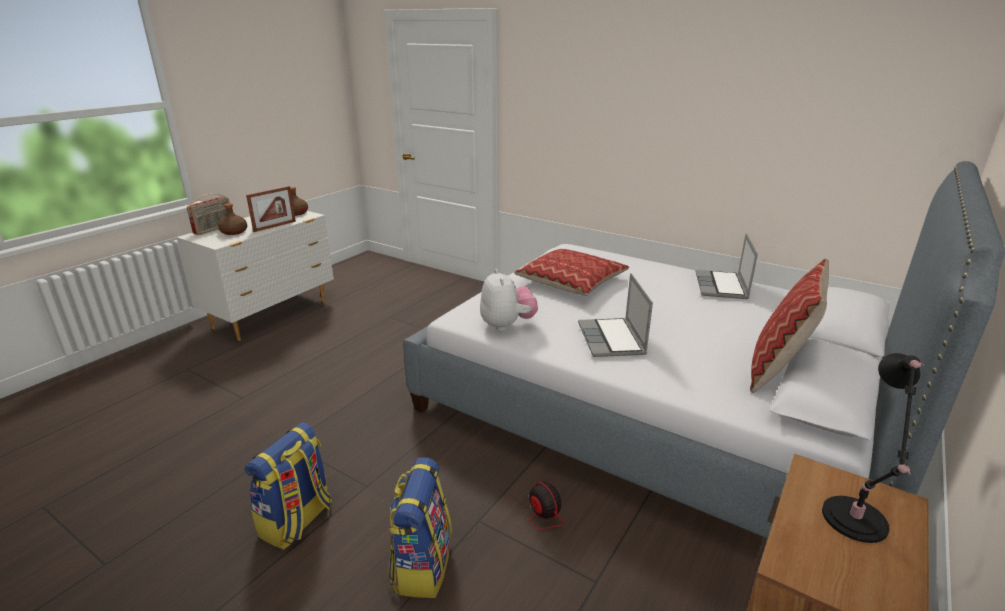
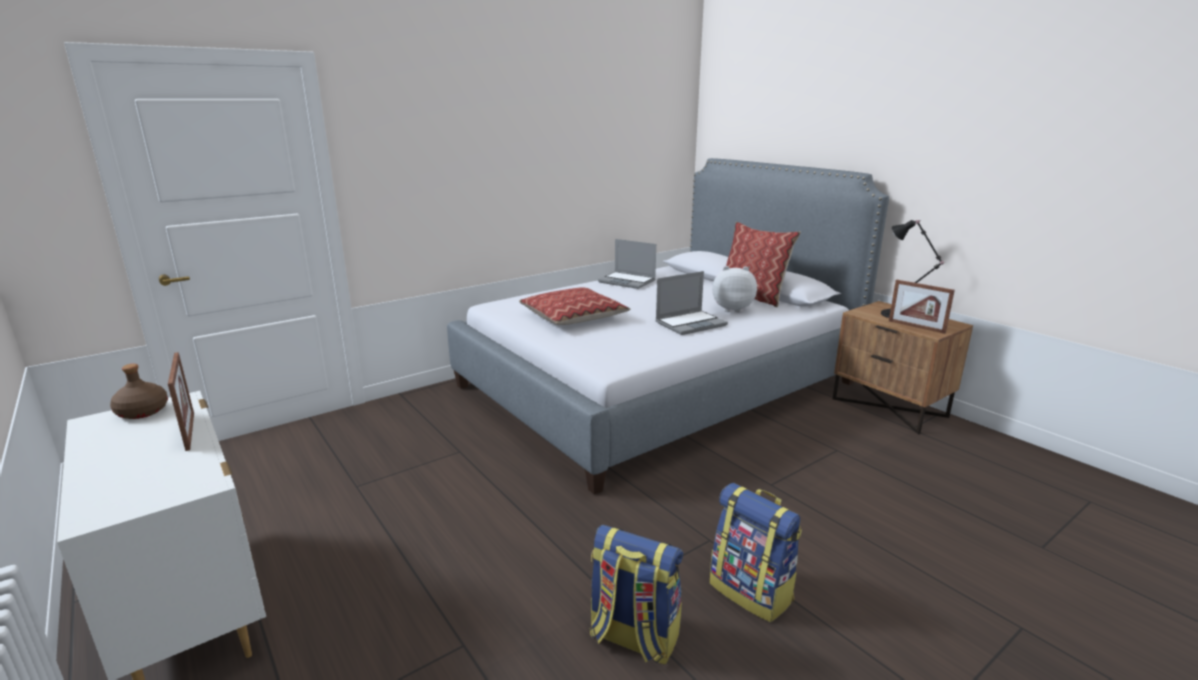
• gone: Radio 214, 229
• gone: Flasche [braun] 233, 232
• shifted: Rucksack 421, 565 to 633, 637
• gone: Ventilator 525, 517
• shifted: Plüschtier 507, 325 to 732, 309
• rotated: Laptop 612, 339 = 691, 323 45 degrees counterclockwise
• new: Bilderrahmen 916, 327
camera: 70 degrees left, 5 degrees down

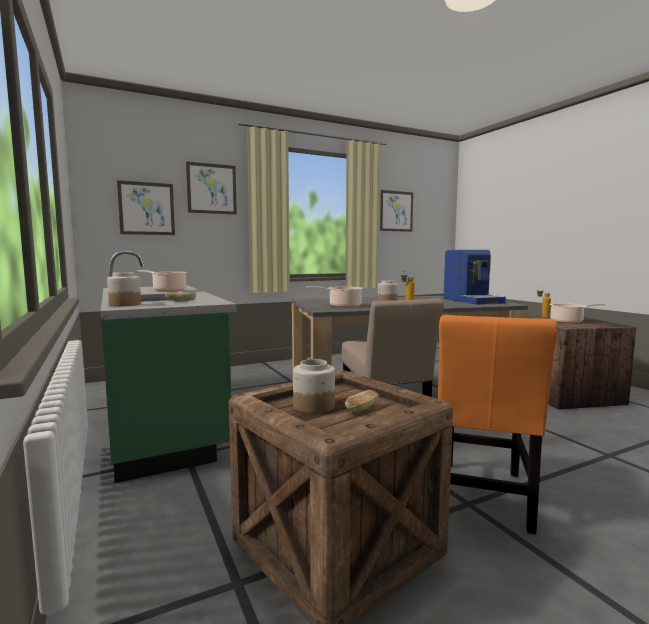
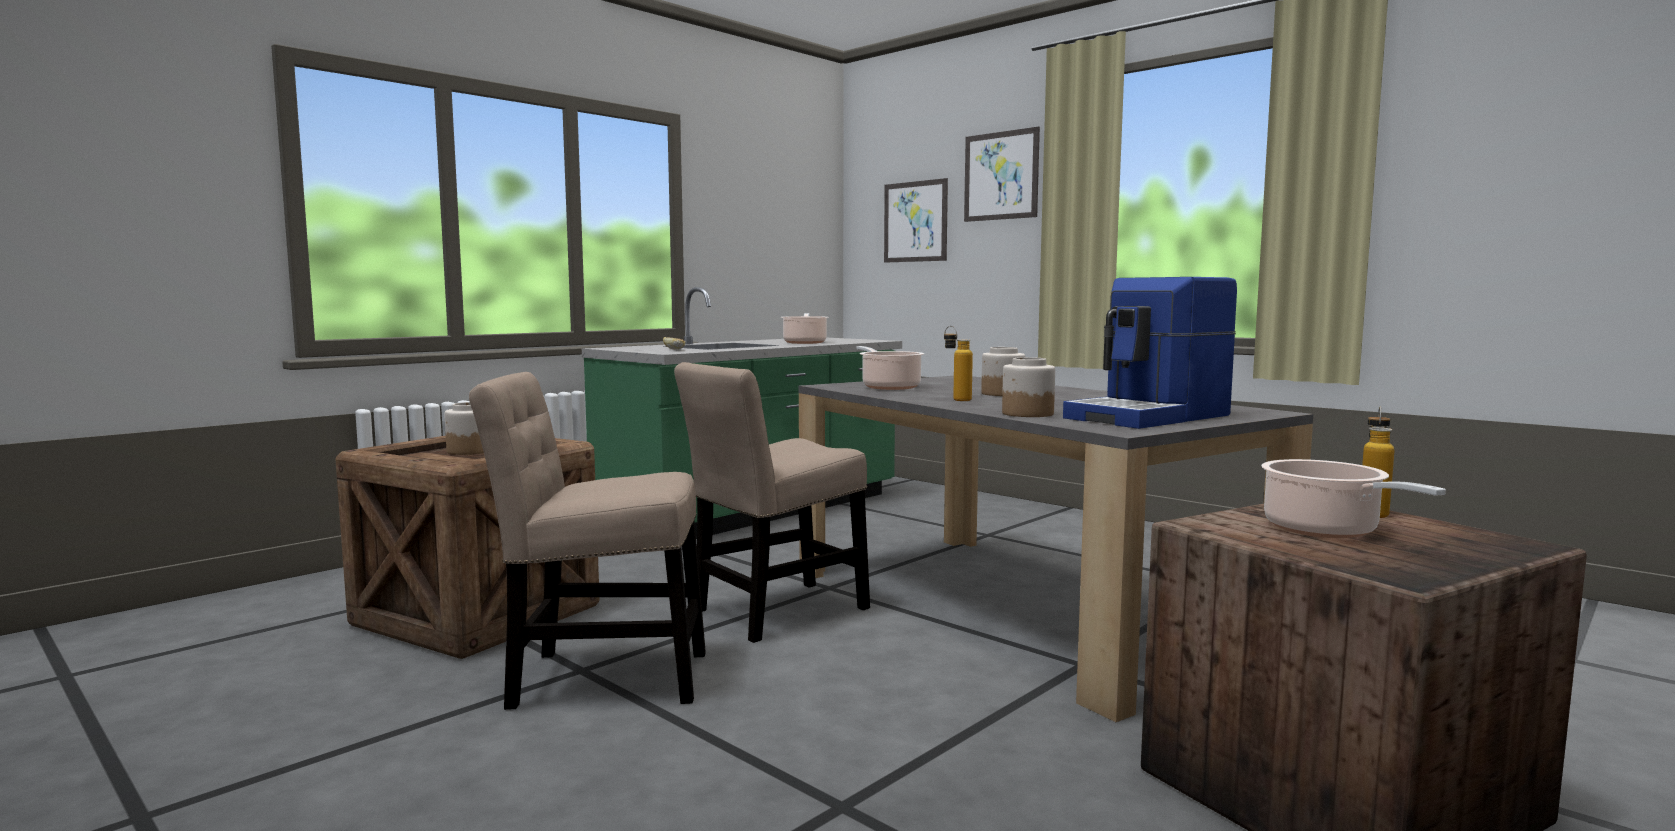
• shifted: Vorratsglas 124, 304 to 1027, 414
• gone: Brot 362, 409
• gone: Bild 396, 211
• repainted: Stuhl [orange] 482, 498 to Stuhl [beige] 599, 678
camera: 70 degrees right, 0 degrees up

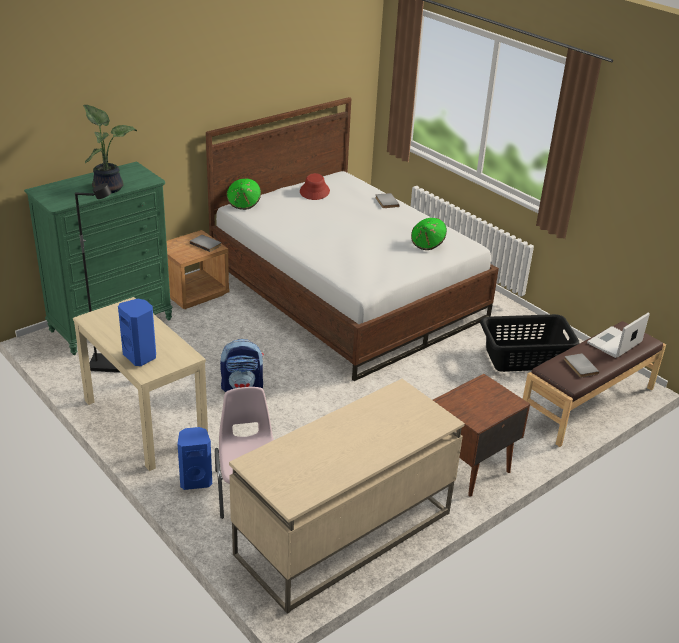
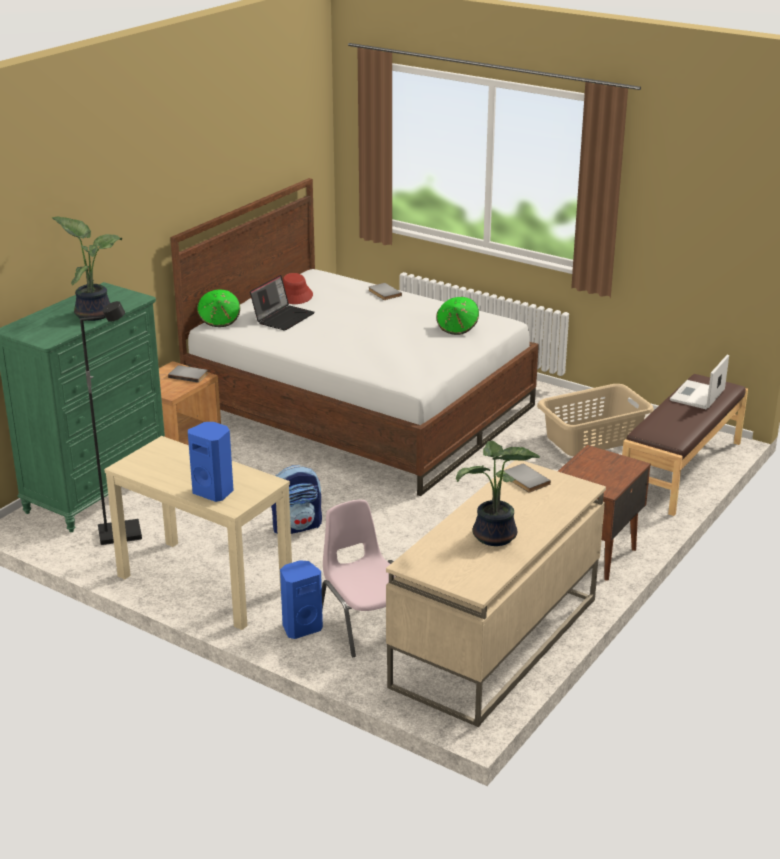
• repainted: Wäschekorb [schwarz] 525, 358 to Wäschekorb [beige] 593, 439
• shifted: Buch [grau] 579, 367 to 524, 480
• new: Laptop 283, 317
• new: Topfpflanze 494, 538
camera: 15 degrees left, 5 degrees down

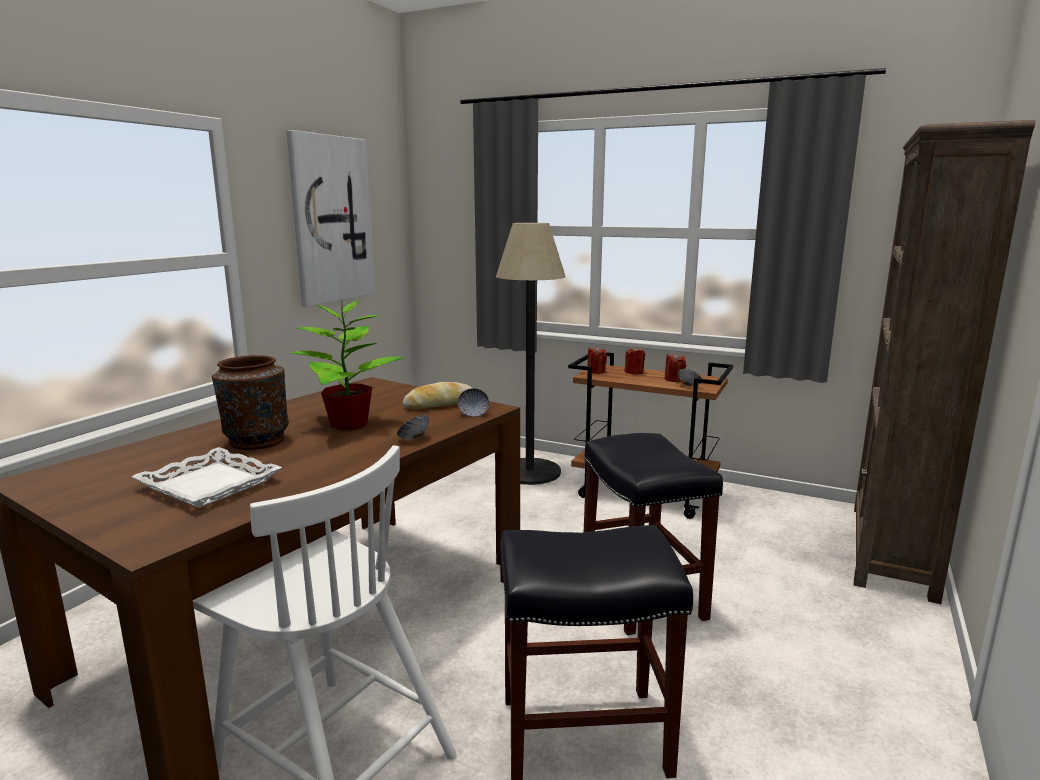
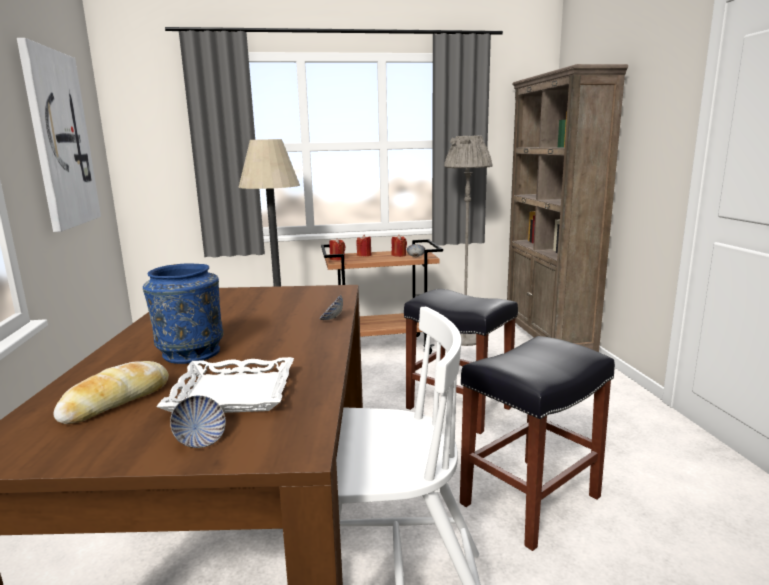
• repainted: Vase [braun] 256, 440 to Vase [blau] 190, 353
• gone: Topfpflanze 348, 424
• shifted: Brot 440, 404 to 116, 401
• shifted: Schüssel 473, 414 to 200, 440
• new: Stehlampe [grau] 464, 339
camera: 35 degrees left, 0 degrees up

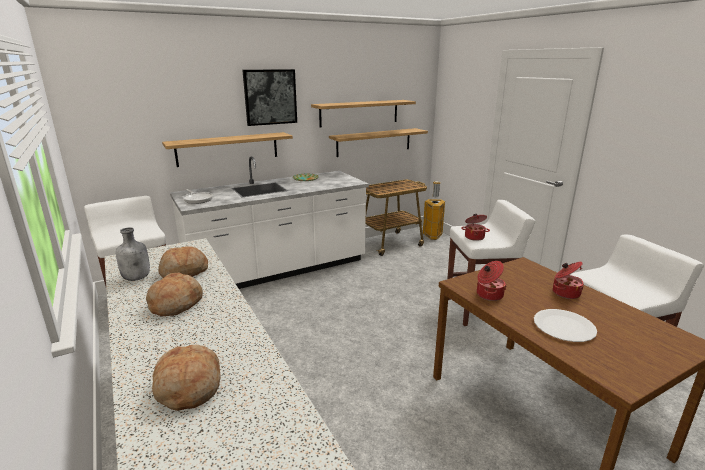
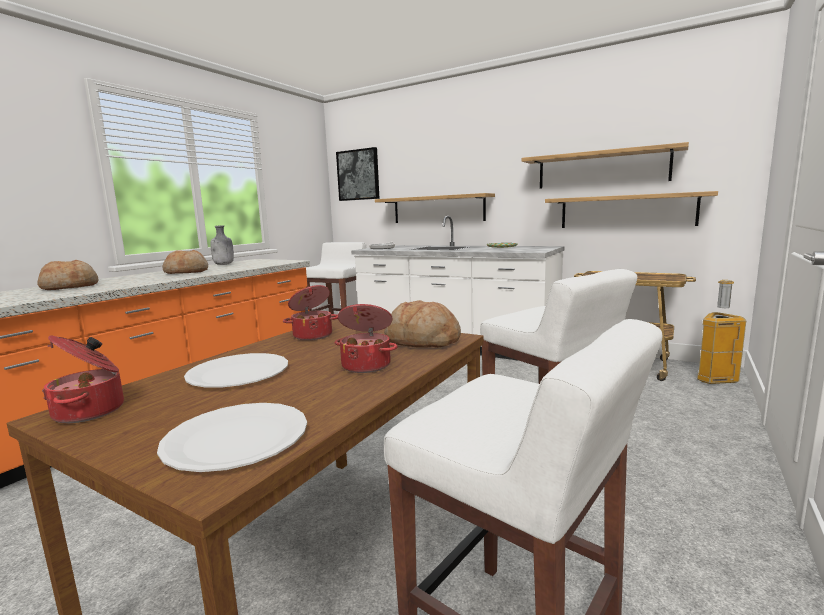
• shifted: Brot 184, 272 to 422, 341
• shifted: Bild 270, 97 to 358, 175
• shifted: Kochtopf 474, 237 to 91, 411
• new: Teller [weiß] 237, 439
camera: 60 degrees right, 10 degrees down

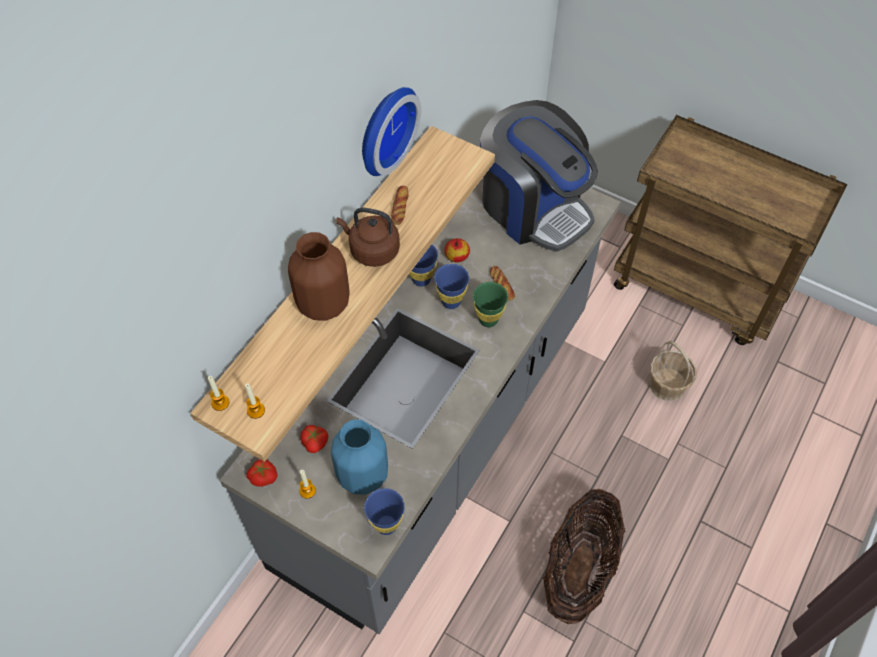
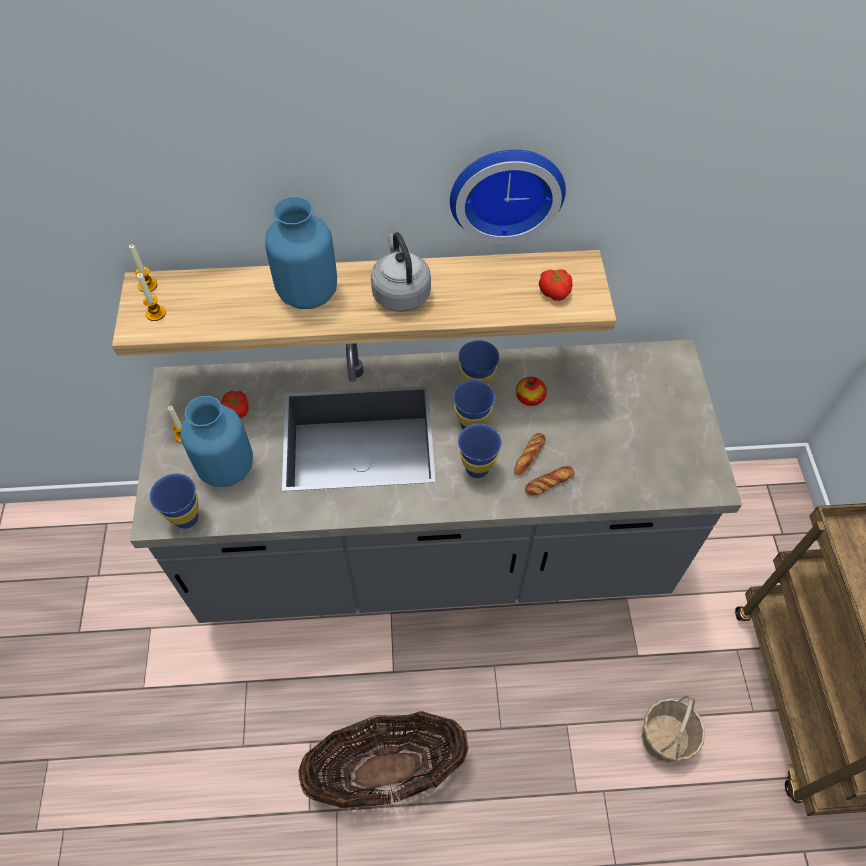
• shifted: Tomate 263, 476 to 555, 291
• repainted: Vase [braun] 324, 303 to Vase [blau] 309, 293
• repainted: Wasserkessel [braun] 372, 250 to Wasserkessel [grau] 400, 292
• shifted: Brot 400, 207 to 549, 482
• repainted: Tasse [grün] 488, 319 to Tasse [blau] 477, 468
• gone: Kaffeemaschine 533, 207
camera: 55 degrees right, 0 degrees up

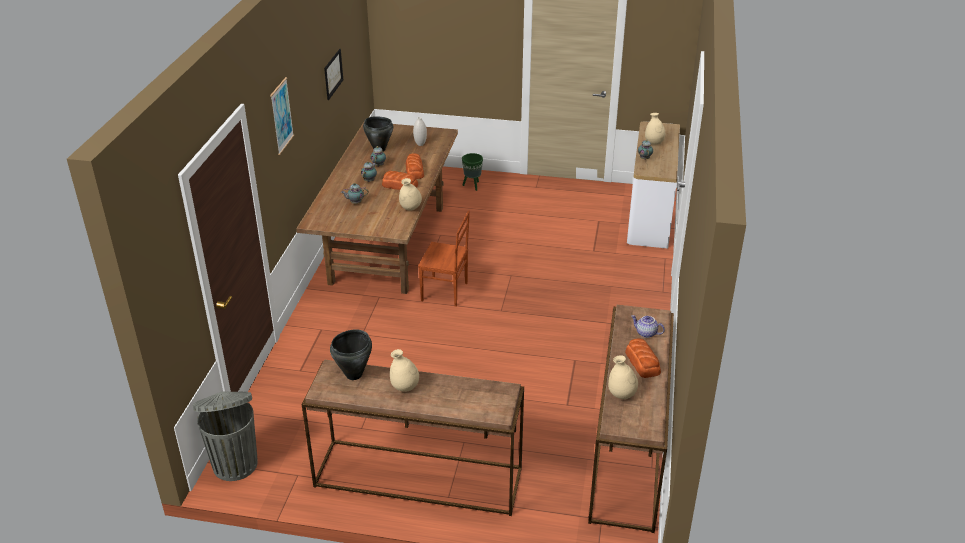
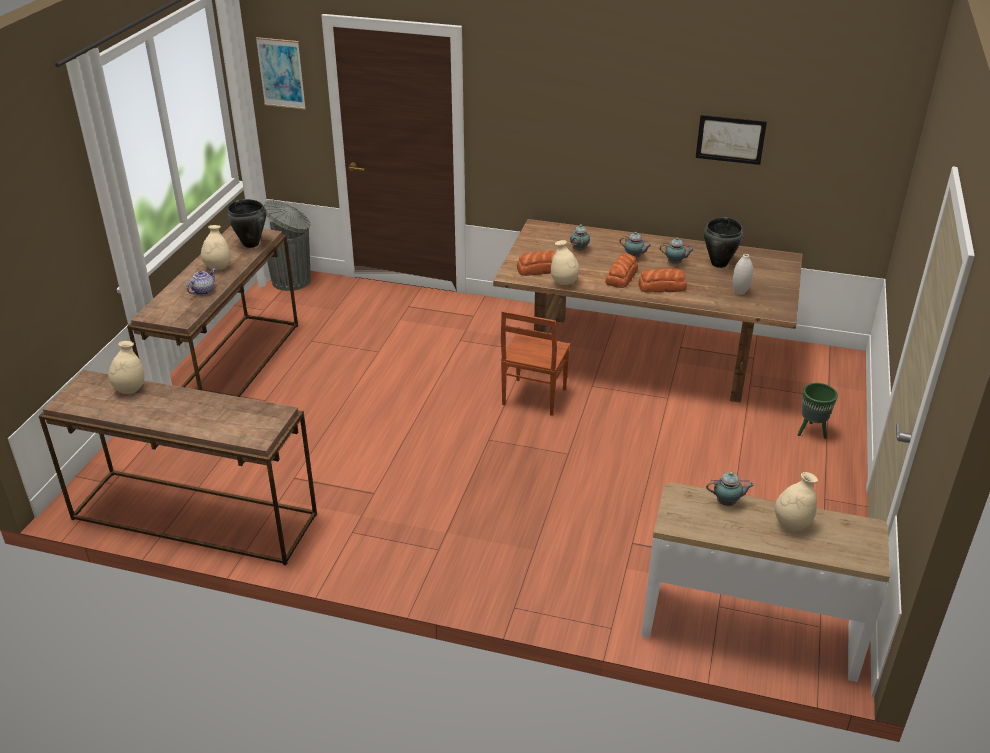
• shifted: Bild 281, 116 to 281, 73
• shifted: Brot 642, 362 to 540, 269
• shifted: Teekanne 646, 333 to 203, 291
camera: 95 degrees right, 0 degrees up

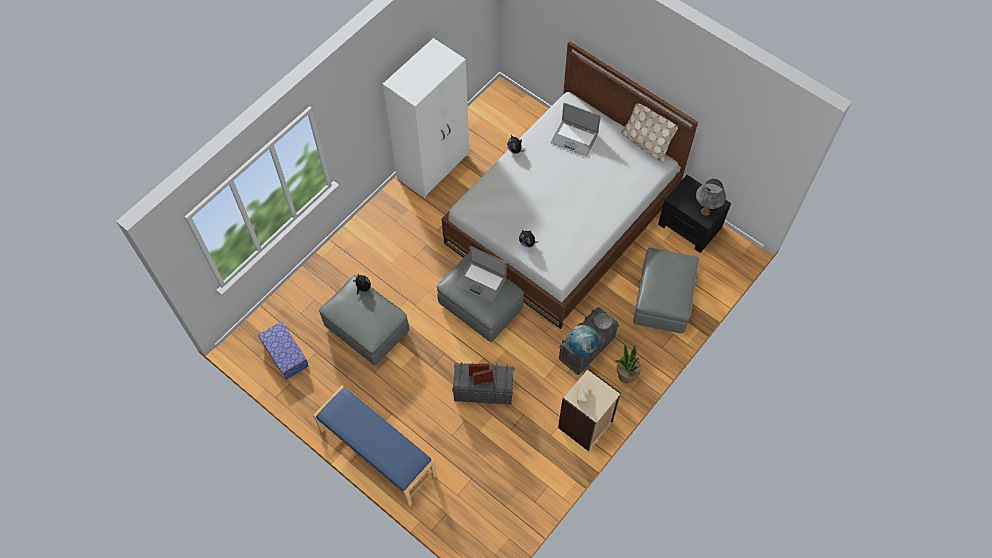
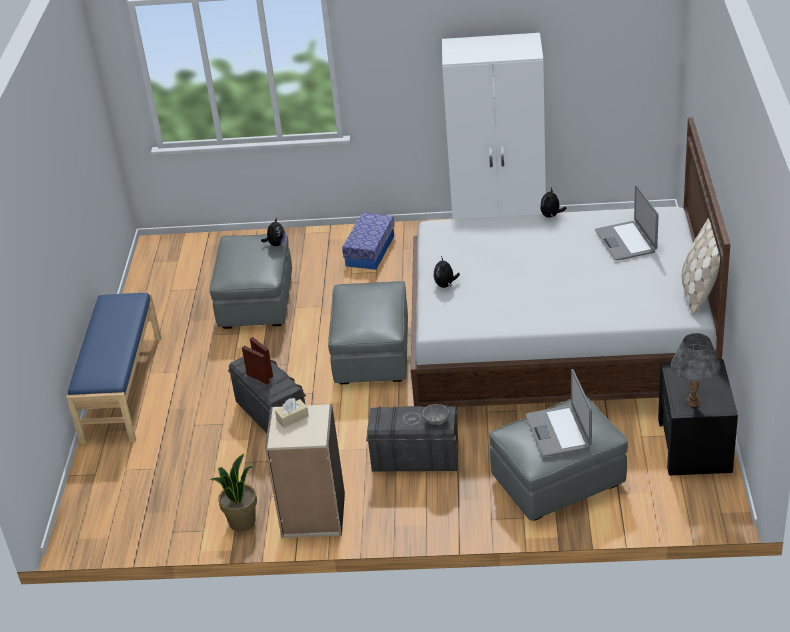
• shifted: Aufbewahrungsbox 285, 354 to 370, 250
• shifted: Laptop 481, 281 to 559, 431
• gone: Globus 581, 346
• shifted: Topfpflanze 626, 375 to 242, 522
camera: 55 degrees right, 25 degrees down

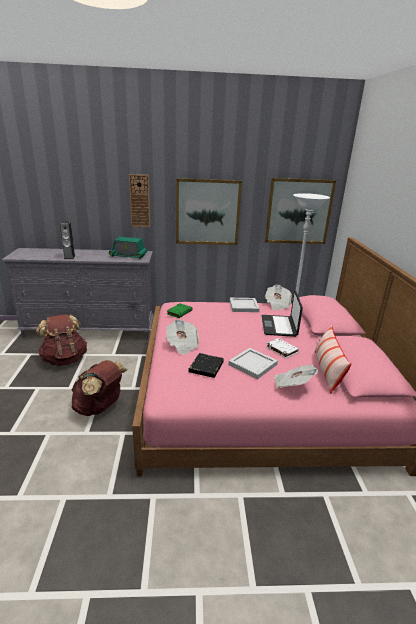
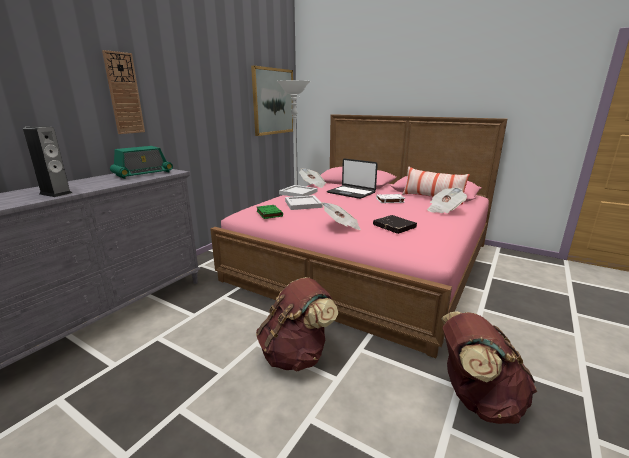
• shifted: Rucksack [braun] 64, 359 to 476, 399
• gone: Bild 207, 212
• shifted: Tablett [weiß] 253, 364 to 303, 204
camera: 55 degrees left, 5 degrees down

